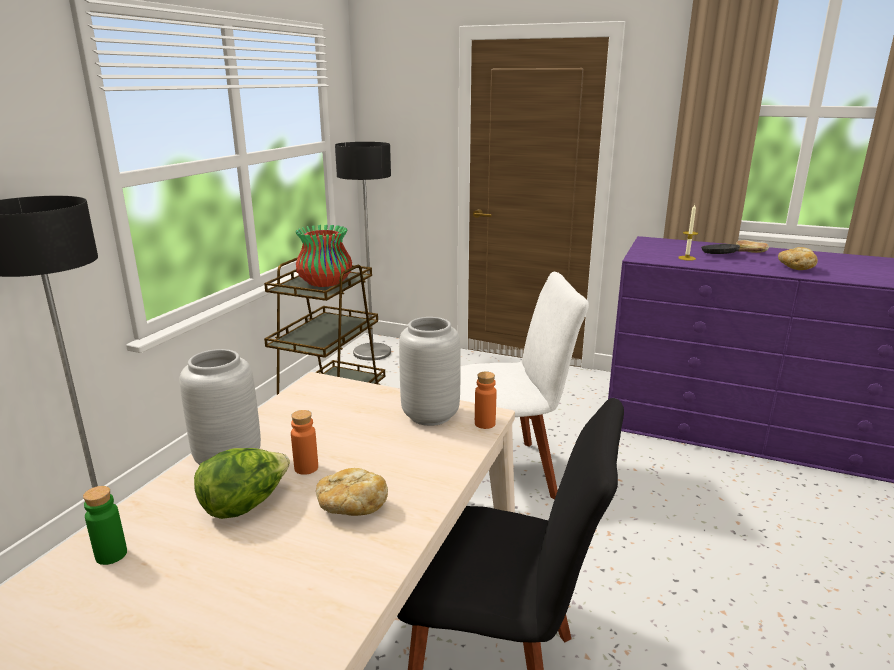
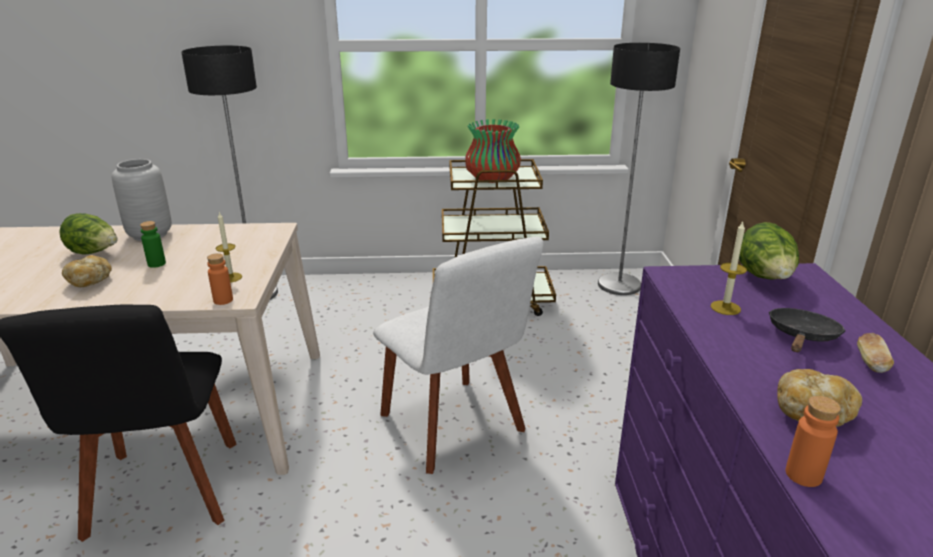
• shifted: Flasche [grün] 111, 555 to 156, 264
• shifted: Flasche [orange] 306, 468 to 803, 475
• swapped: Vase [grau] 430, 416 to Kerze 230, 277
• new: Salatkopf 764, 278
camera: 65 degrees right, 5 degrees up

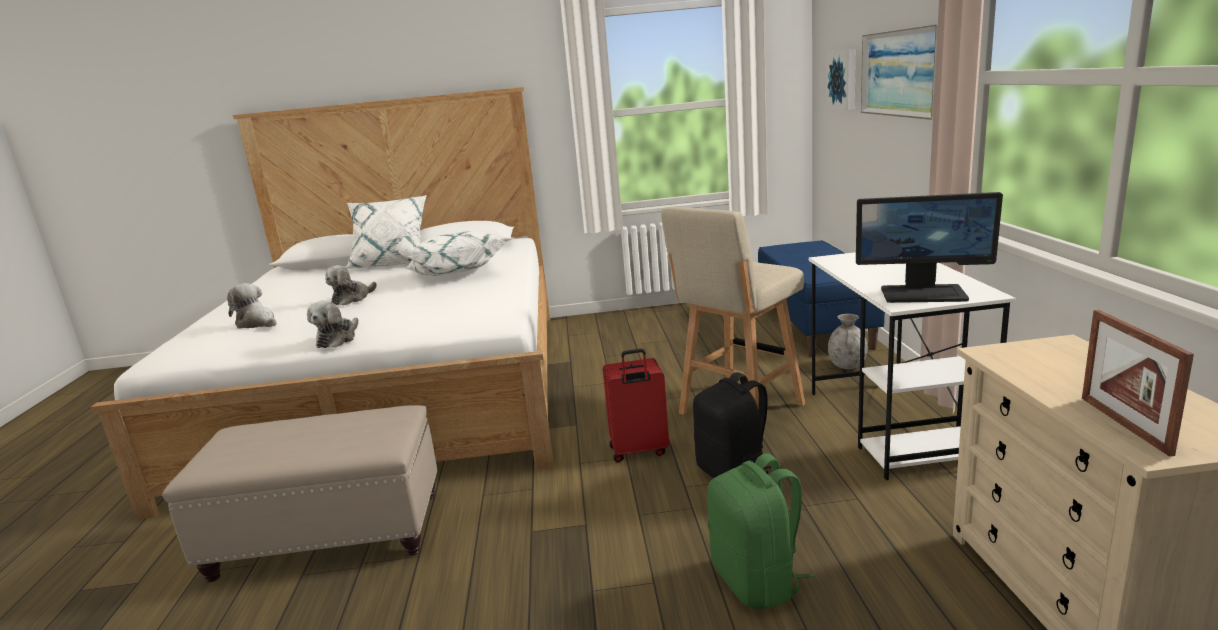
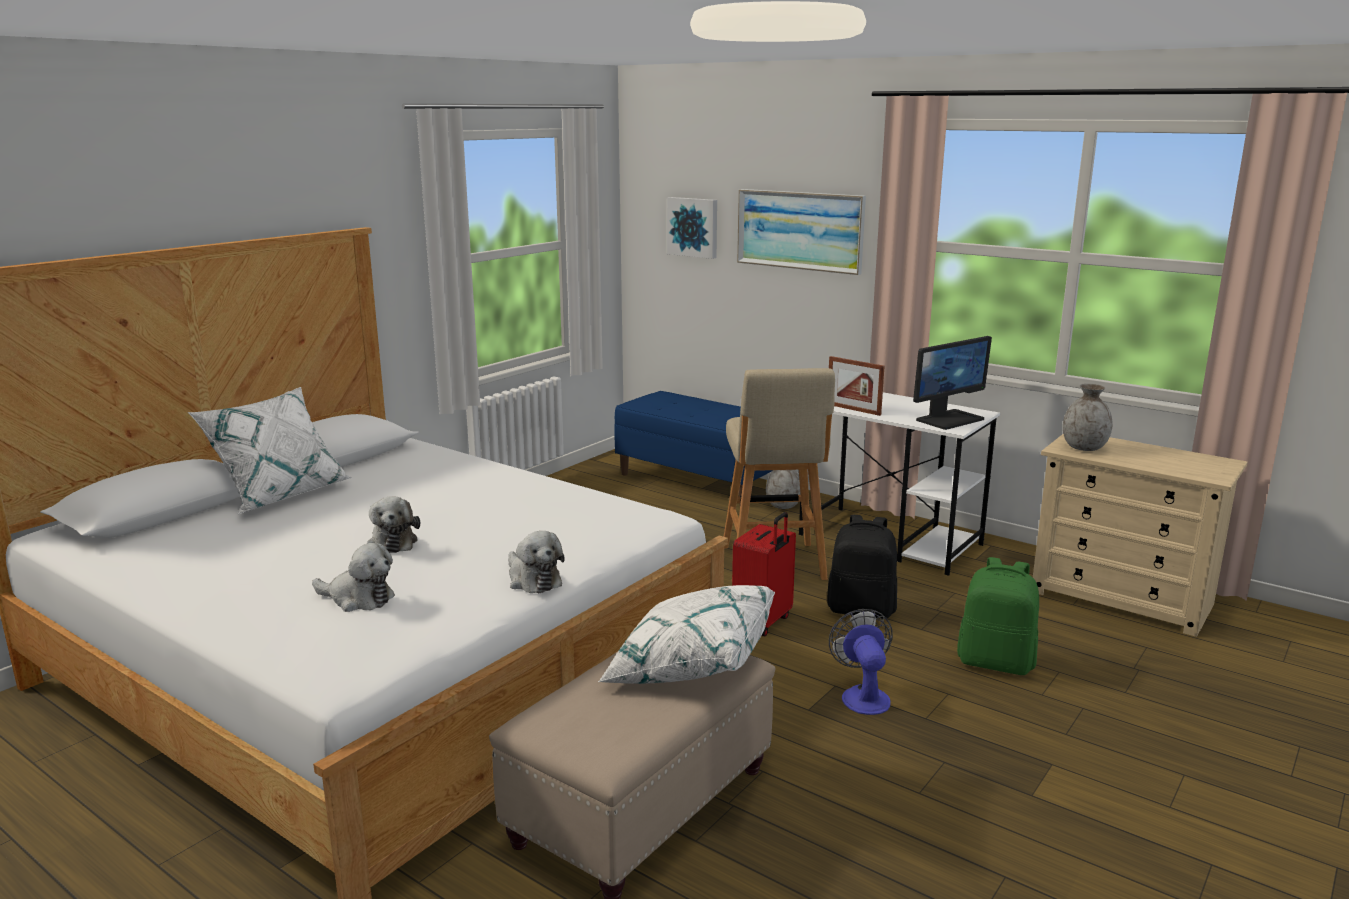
• rotated: Plüschtier 257, 323 = 358, 598 150 degrees counterclockwise
• shifted: Kissen [weiß] 456, 275 to 689, 666
• shifted: Bilderrahmen 1124, 424 to 853, 409
• new: Ventilator 863, 695
• new: Vase [grau] 1084, 448
camera: 50 degrees left, 0 degrees up

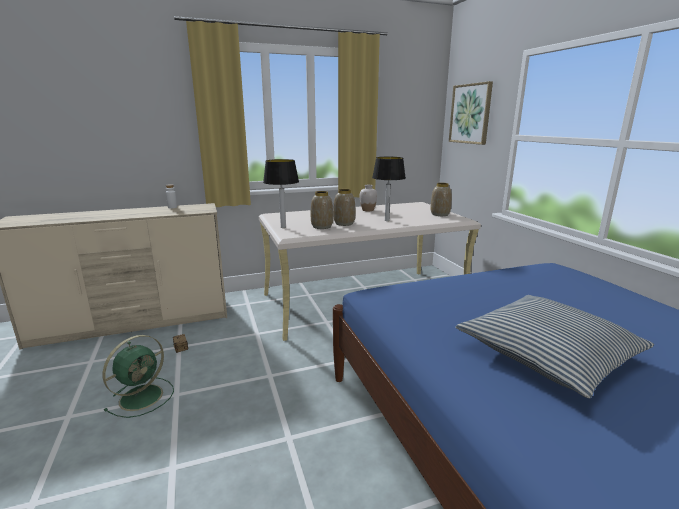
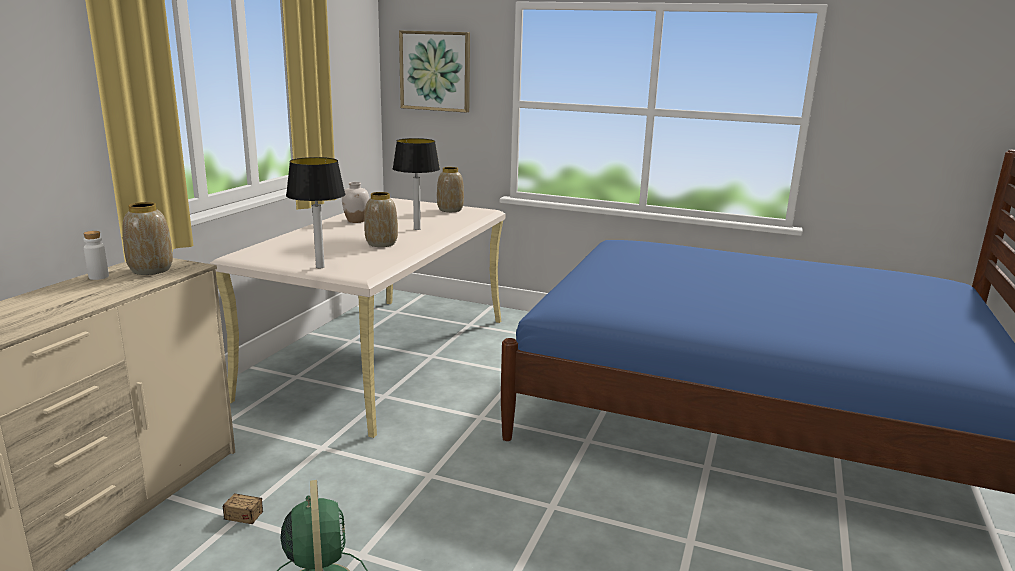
• shifted: Vase 321, 227 to 151, 270
• gone: Kissen 548, 353
camera: 50 degrees left, 0 degrees up

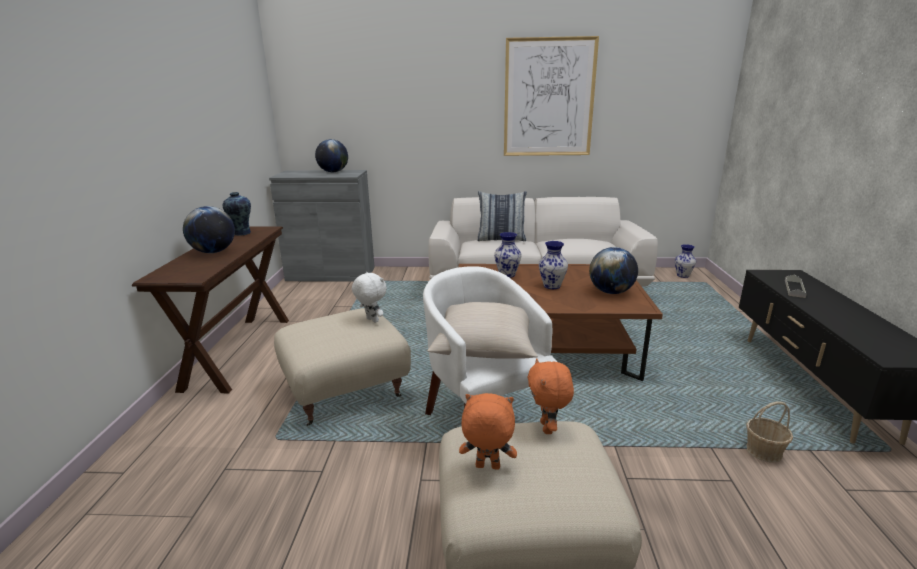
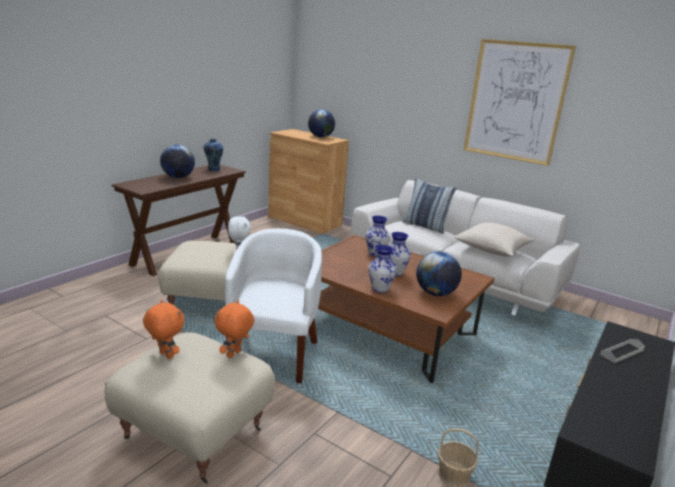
• repainted: Schrank [grau] 331, 274 to Schrank [braun] 304, 221
• shifted: Kissen [beige] 485, 346 to 492, 249
• shifted: Vase 683, 275 to 379, 289
camera: 30 degrees right, 0 degrees up

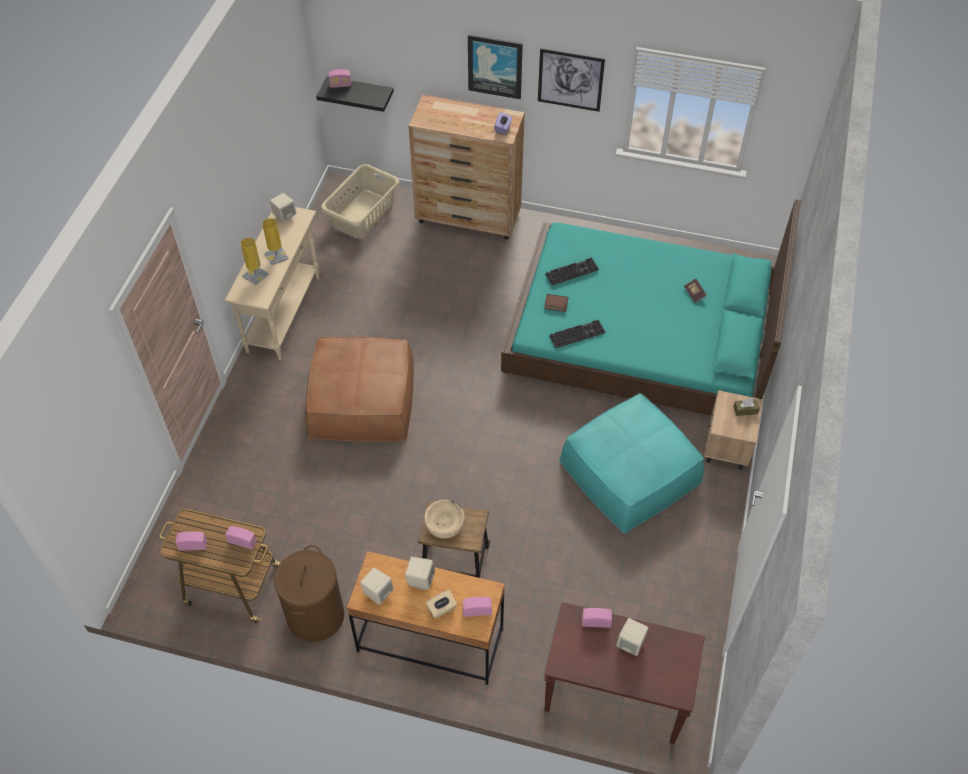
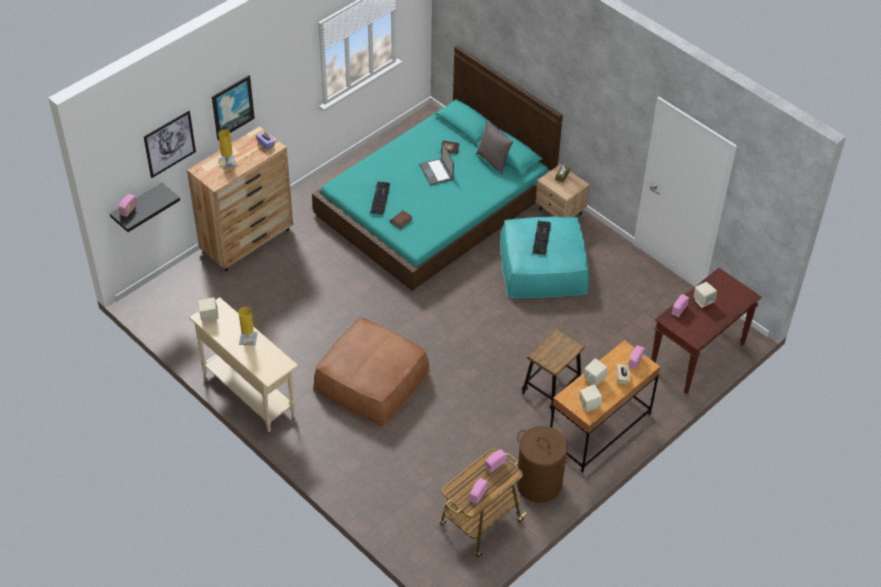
• shifted: Tischlampe [gelb] 255, 275 to 227, 162
• gone: Wäschekorb [beige] 363, 213
• gone: Schüssel [beige] 444, 525
• shifted: Bild 570, 80 to 169, 144
• shifted: Tastatur 577, 333 to 540, 237
• new: Laptop 436, 172
• new: Kissen [grau] 493, 161
camera: 60 degrees left, 5 degrees down

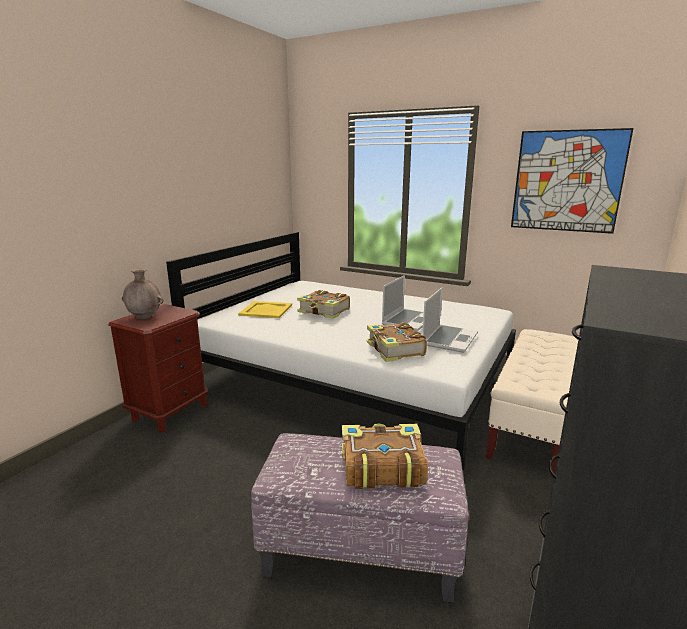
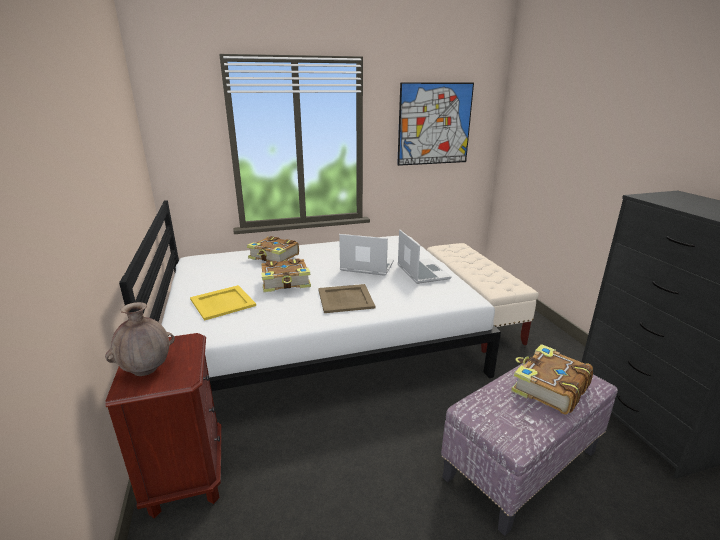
• shifted: Buch 394, 350 to 274, 257
• rotated: Laptop 408, 321 = 366, 267 60 degrees counterclockwise
• new: Tablett [beige] 346, 299
camera: 45 degrees left, 5 degrees up

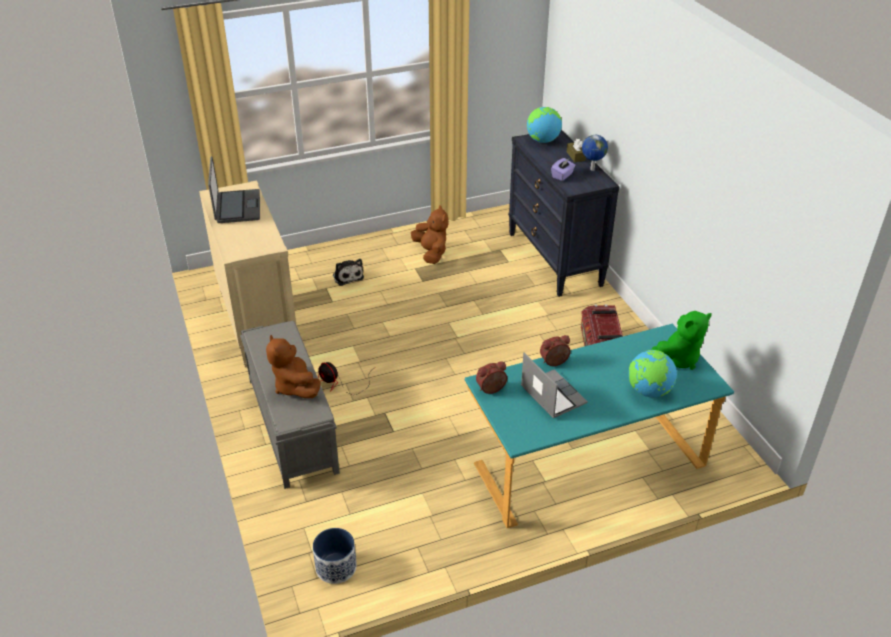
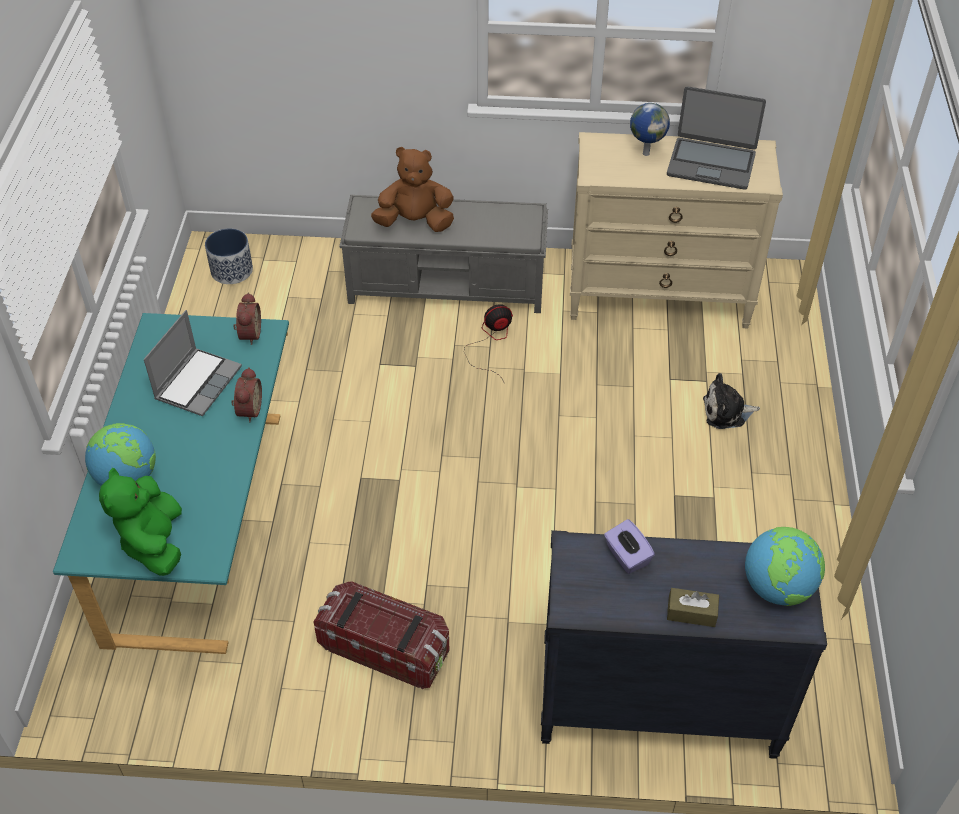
• gone: Plüschtier [braun] 431, 253
• rotated: Laptop 551, 395 = 198, 382 60 degrees counterclockwise
• shifted: Globus 592, 169 to 645, 153
camera: 115 degrees right, 10 degrees up

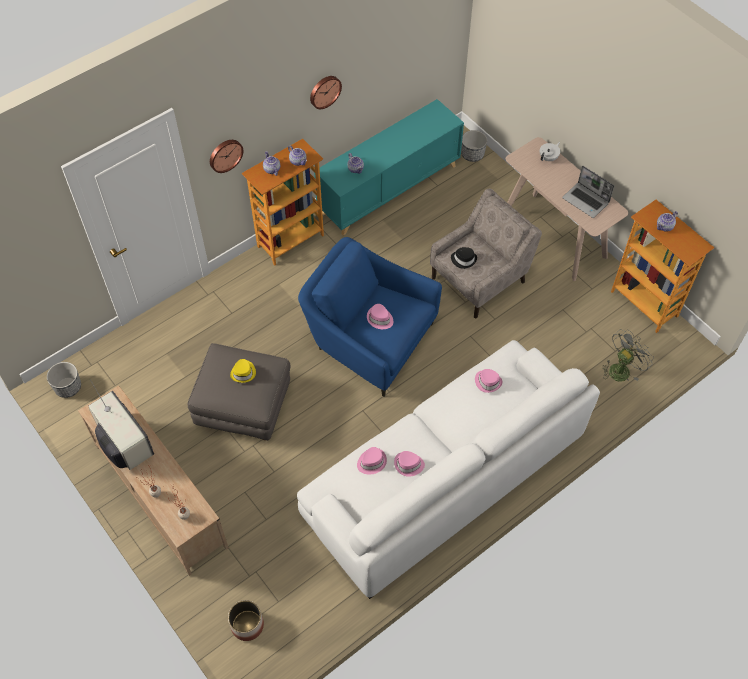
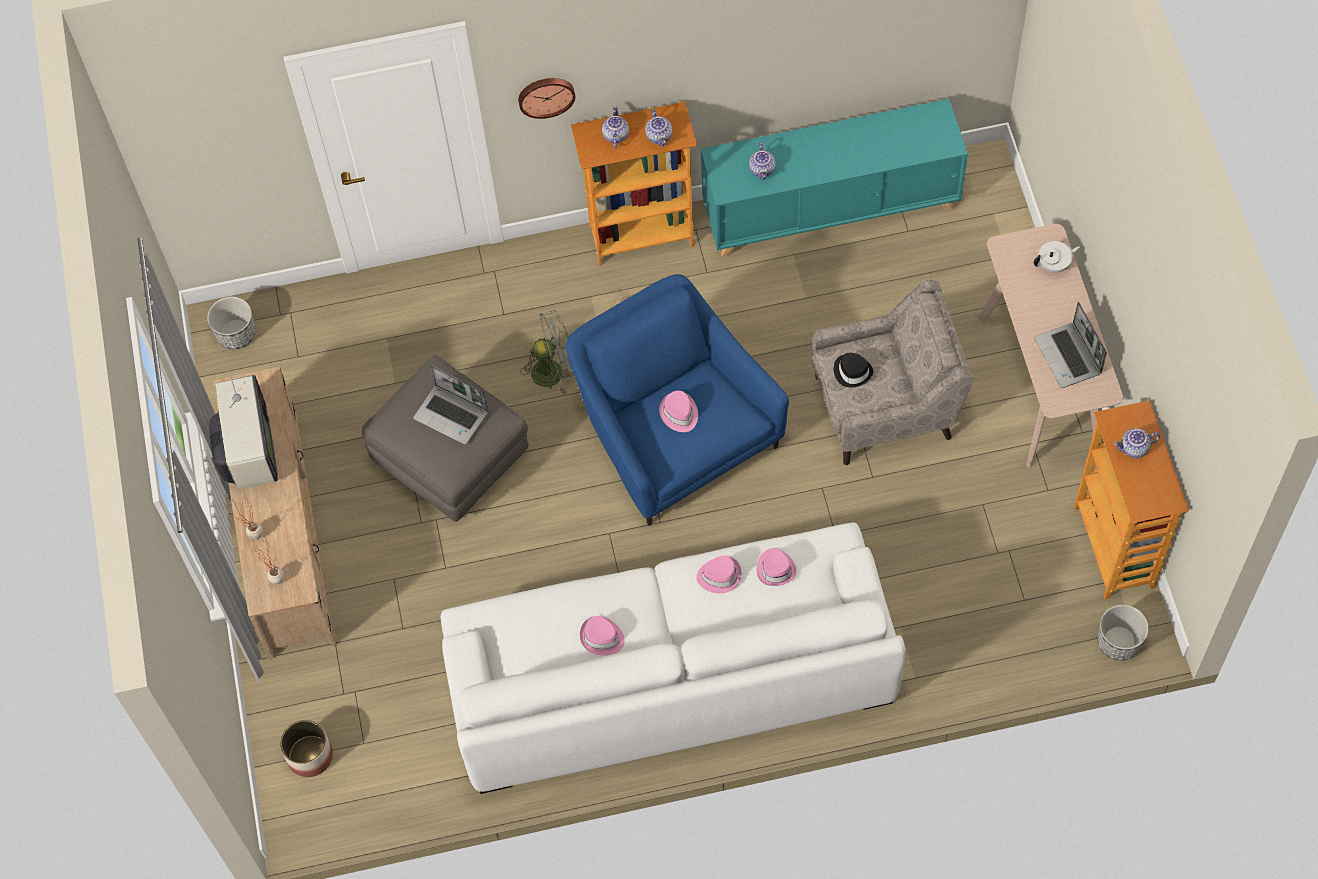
• swapped: Hut [gelb] 243, 372 to Laptop 452, 415
• gone: Wanduhr 324, 91
• shifted: Hut [rosa] 371, 462 to 719, 575
• shifted: Pflanzkübel 472, 154 to 1119, 642
• shifted: Ventilator [grau] 621, 369 to 554, 370
camera: 30 degrees right, 5 degrees up

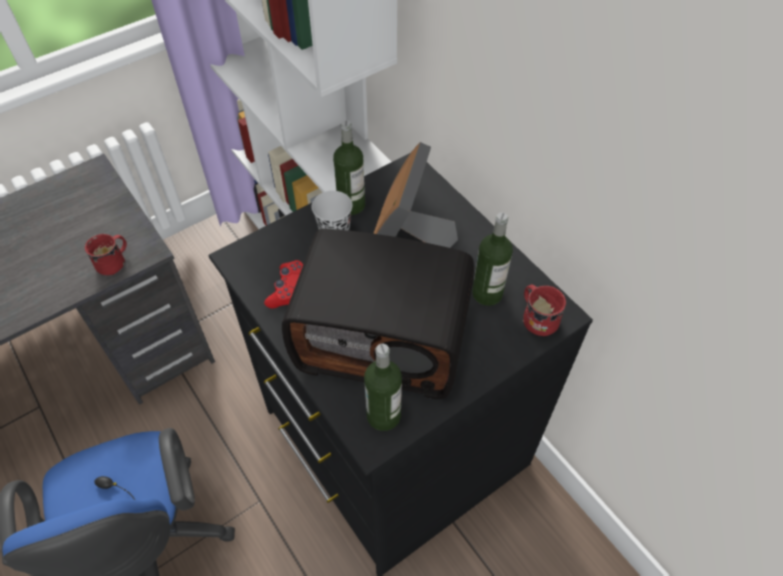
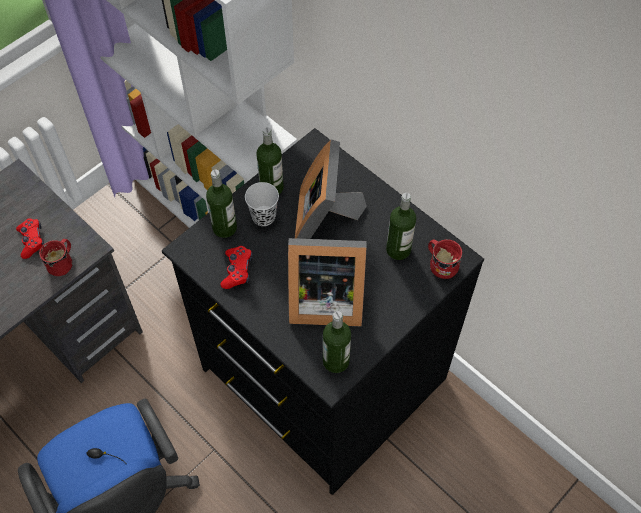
• swapped: Radio 384, 337 to Bilderrahmen 323, 299
• new: Gamepad [rot] 32, 241
• new: Flasche 224, 228
camera: 10 degrees left, 5 degrees up

